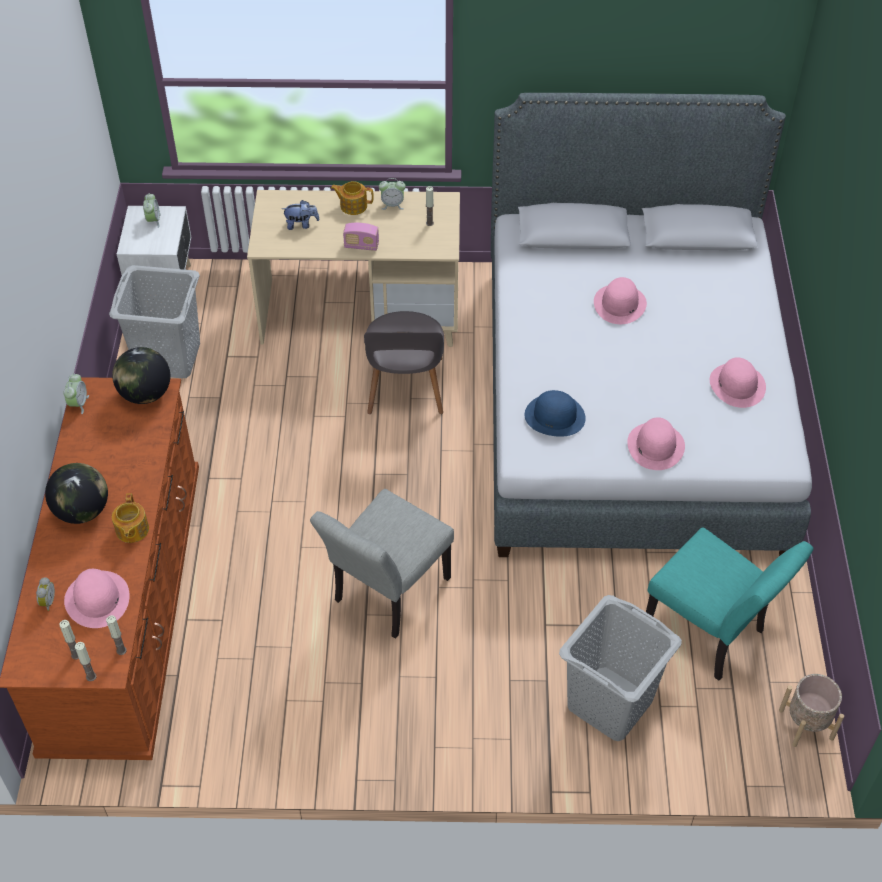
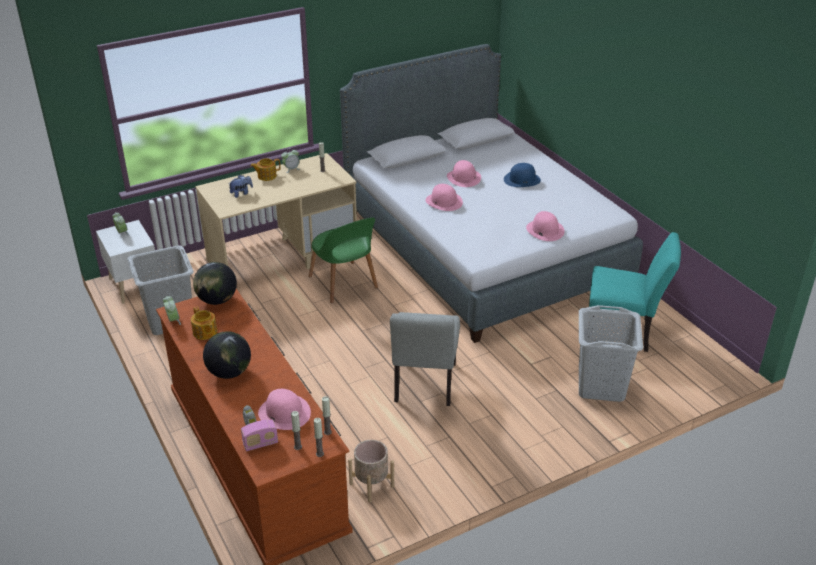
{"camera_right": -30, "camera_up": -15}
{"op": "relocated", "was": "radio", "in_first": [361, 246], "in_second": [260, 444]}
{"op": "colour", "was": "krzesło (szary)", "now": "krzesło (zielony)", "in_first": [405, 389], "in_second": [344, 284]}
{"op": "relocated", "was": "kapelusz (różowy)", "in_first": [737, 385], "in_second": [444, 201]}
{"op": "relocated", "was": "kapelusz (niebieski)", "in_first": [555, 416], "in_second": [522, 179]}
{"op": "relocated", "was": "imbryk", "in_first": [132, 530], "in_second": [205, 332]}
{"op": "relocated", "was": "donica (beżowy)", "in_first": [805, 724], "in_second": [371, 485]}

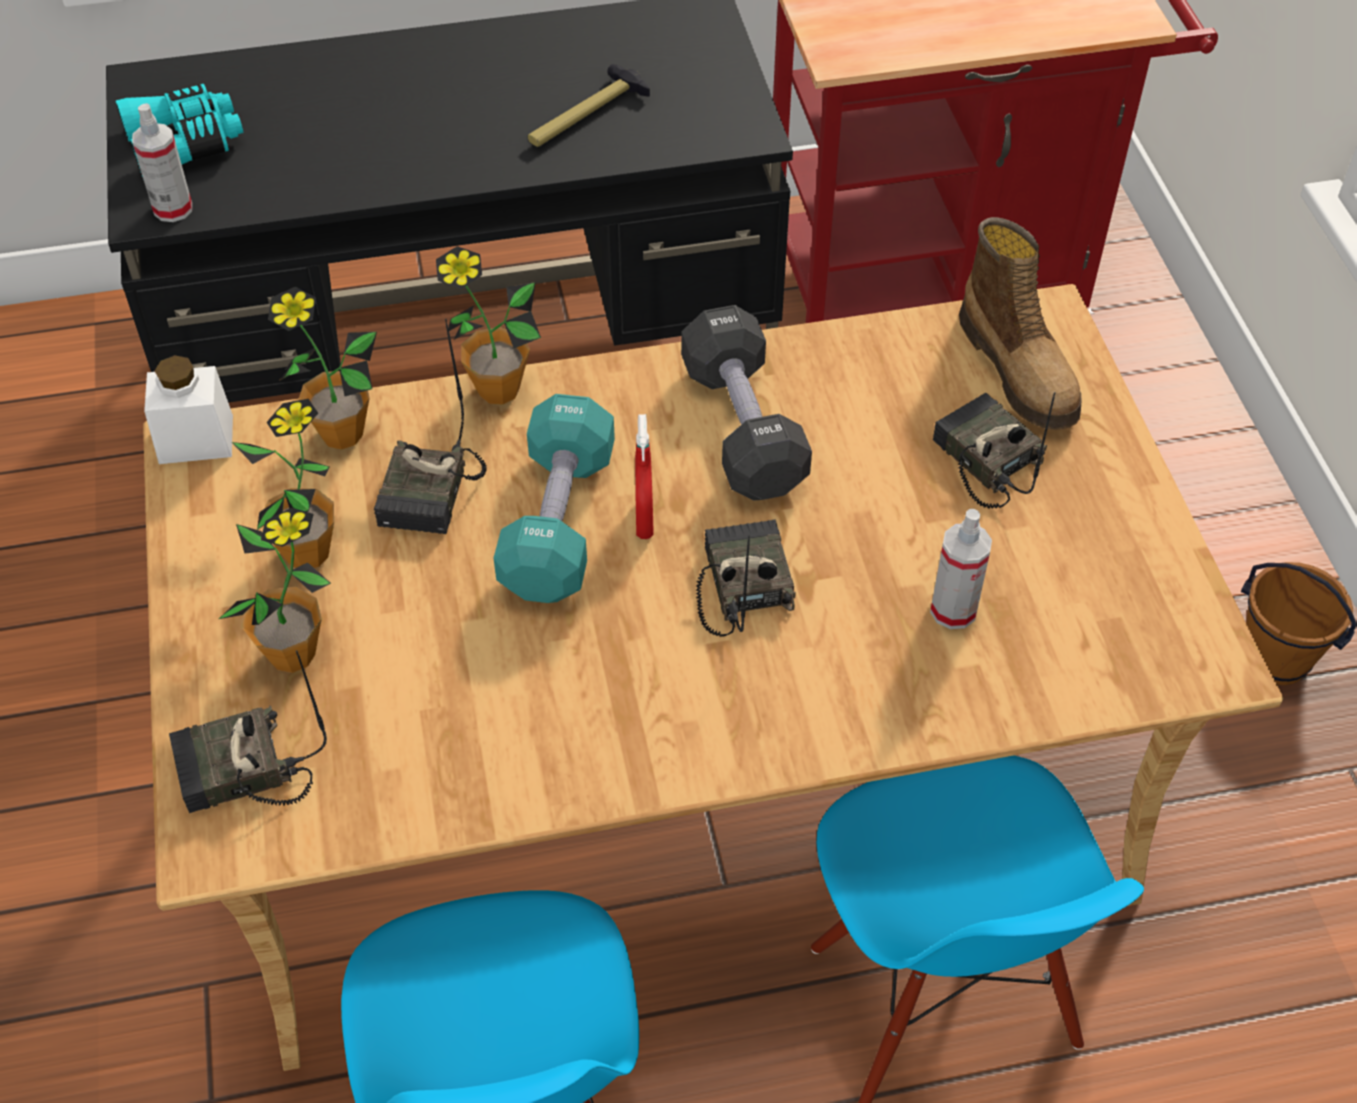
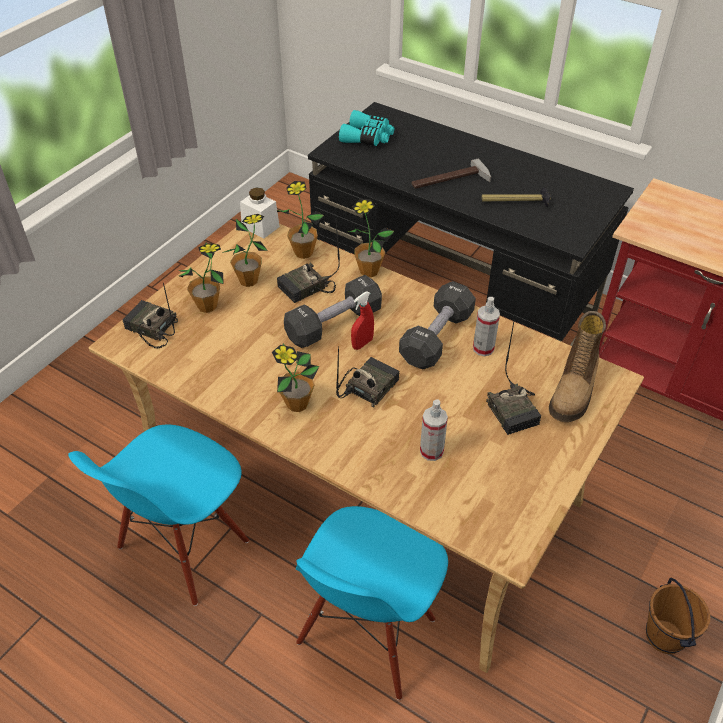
{"camera_right": 45, "camera_up": -5}
{"op": "relocated", "was": "spryskiwacz", "in_first": [173, 209], "in_second": [483, 348]}
{"op": "spun", "was": "radio", "in_first": [983, 460], "in_second": [514, 411], "clockwise": 150}
{"op": "colour", "was": "hantel (turkusowy)", "now": "hantel (czarny)", "in_first": [558, 522], "in_second": [334, 324]}
{"op": "appeared", "now": "młotek", "in_second": [450, 181]}
{"op": "appeared", "now": "roślina doniczkowa", "in_second": [297, 404]}

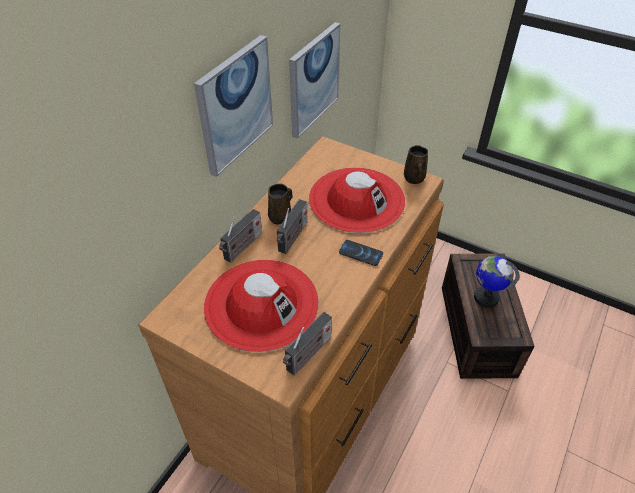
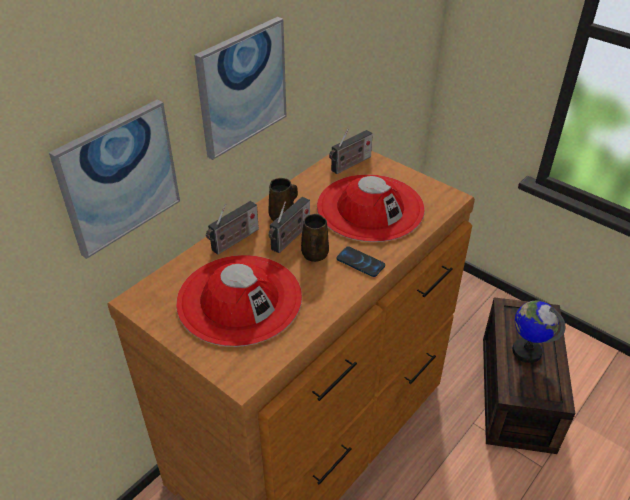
{"camera_right": 10, "camera_up": -5}
{"op": "relocated", "was": "obraz", "in_first": [313, 80], "in_second": [118, 177]}
{"op": "relocated", "was": "kubek (brązowy)", "in_first": [414, 179], "in_second": [314, 255]}
{"op": "relocated", "was": "radio", "in_first": [308, 355], "in_second": [350, 165]}

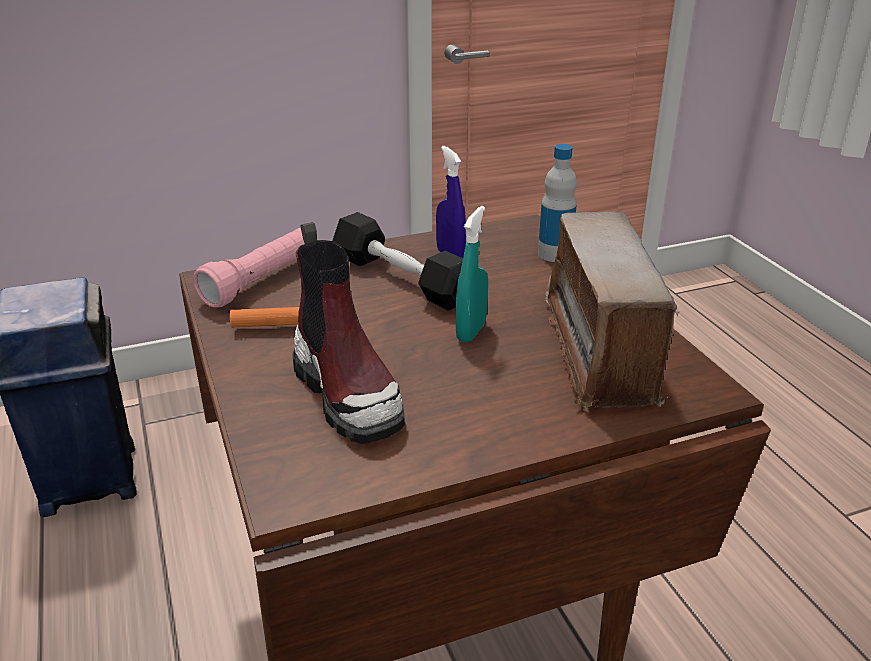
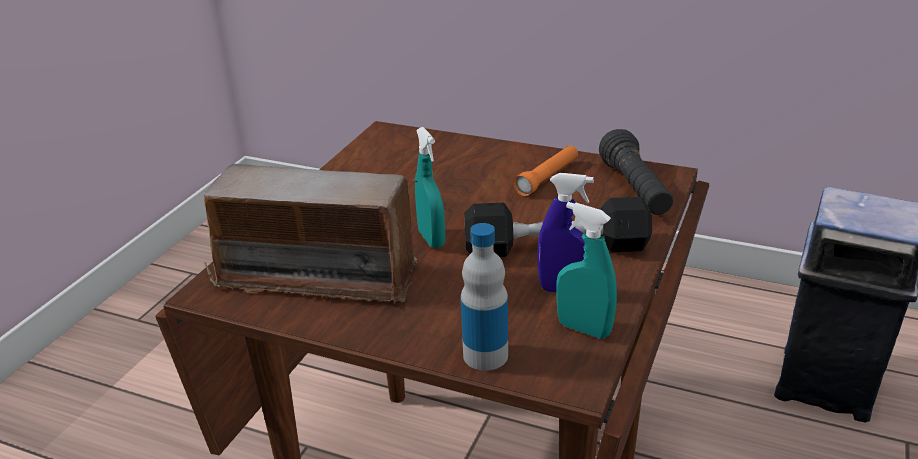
{"camera_right": 135, "camera_up": 0}
{"op": "spun", "was": "radio", "in_first": [600, 352], "in_second": [319, 276], "clockwise": 150}
{"op": "missing", "was": "but z cholewką", "in_first": [349, 393]}
{"op": "colour", "was": "latarka (różowy)", "now": "latarka (czarny)", "in_first": [260, 281], "in_second": [635, 190]}
{"op": "appeared", "now": "spryskiwacz (turkusowy)", "in_second": [584, 329]}

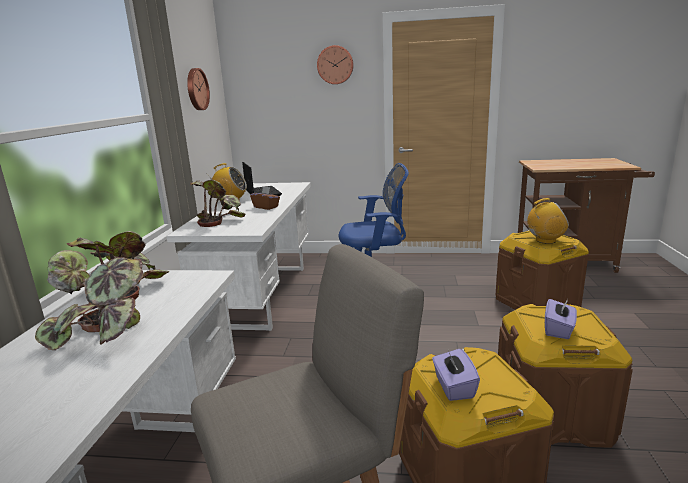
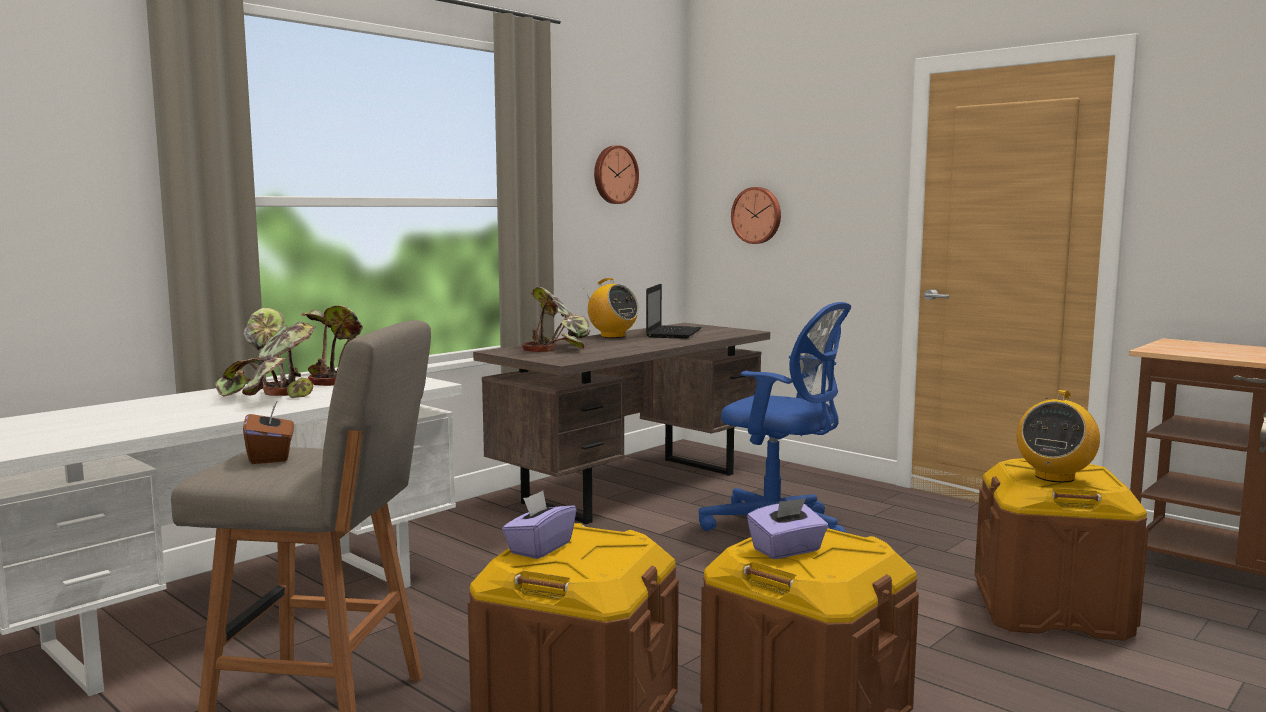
{"camera_right": 35, "camera_up": -10}
{"op": "relocated", "was": "zegar ścienny", "in_first": [335, 65], "in_second": [757, 215]}
{"op": "colour", "was": "biurko (biały)", "now": "biurko (brązowy)", "in_first": [262, 294], "in_second": [632, 487]}
{"op": "relocated", "was": "pudełko chusteczek (brązowy)", "in_first": [266, 207], "in_second": [271, 456]}
{"op": "spun", "was": "radio", "in_first": [545, 240], "in_second": [1054, 477], "clockwise": 90}

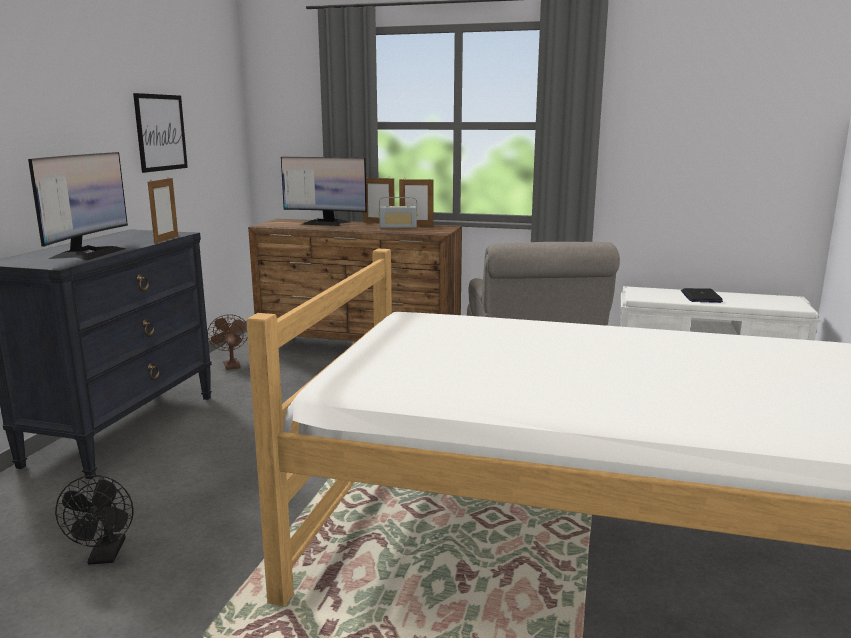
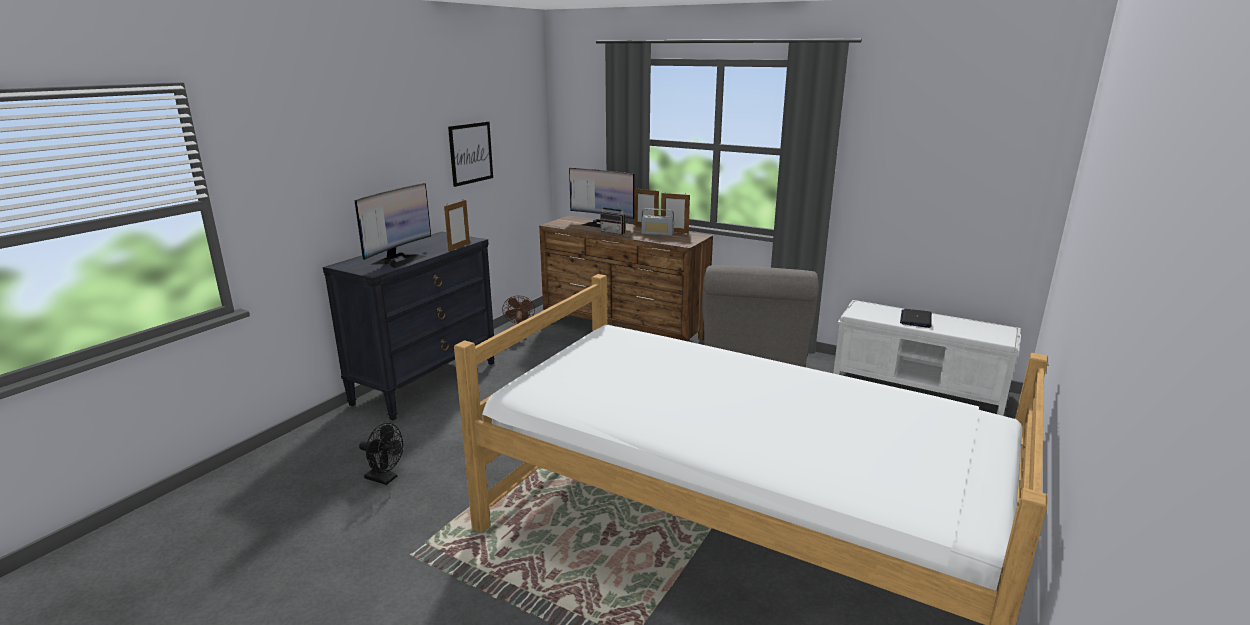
{"camera_right": 15, "camera_up": 5}
{"op": "spun", "was": "wentylator (czarny)", "in_first": [105, 556], "in_second": [385, 478], "clockwise": -75}
{"op": "appeared", "now": "radio", "in_second": [614, 232]}

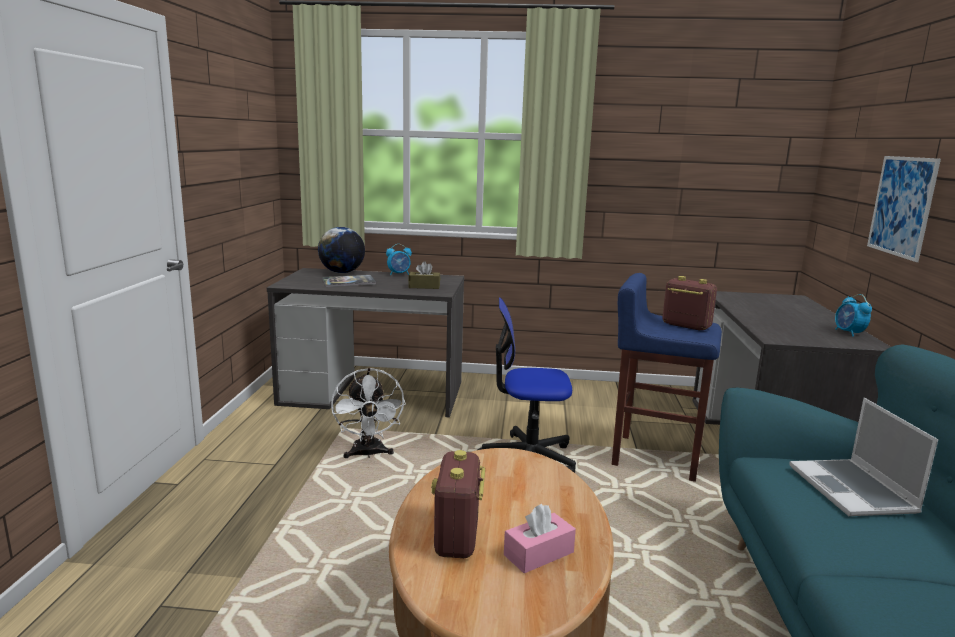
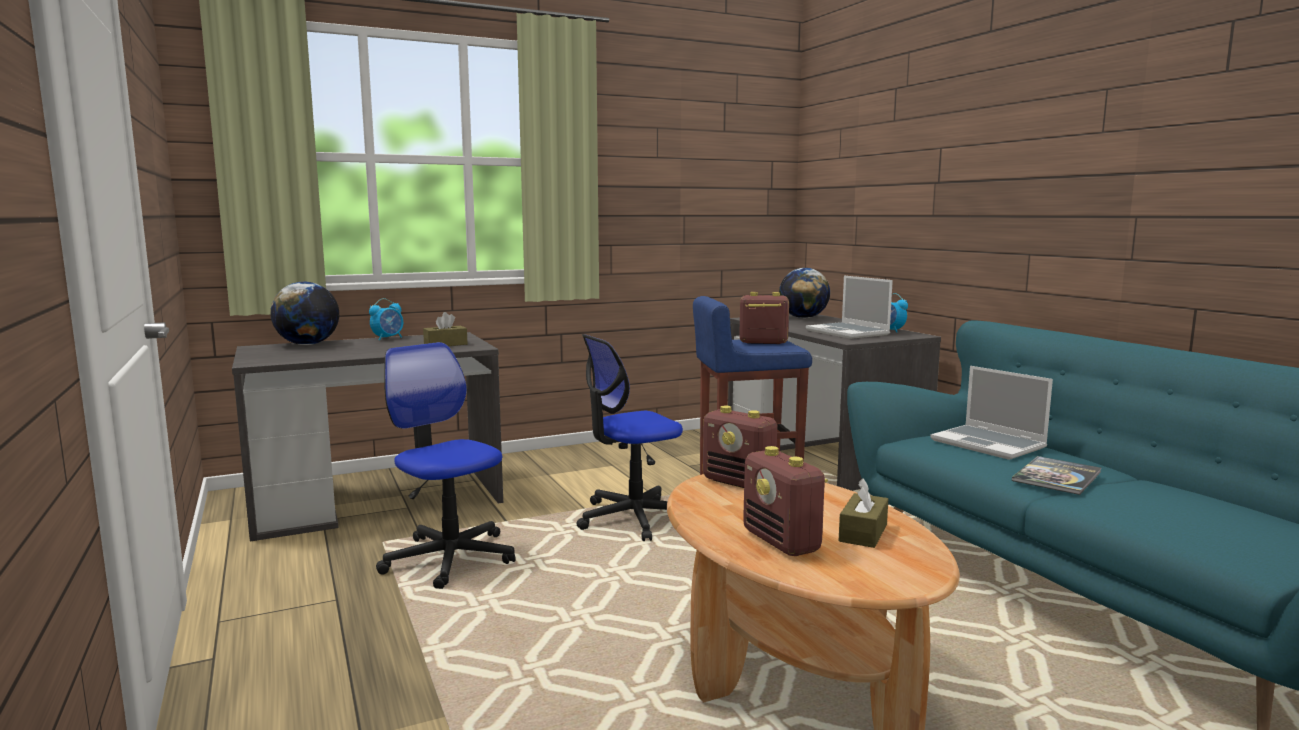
{"camera_right": -30, "camera_up": -5}
{"op": "missing", "was": "obraz", "in_first": [901, 206]}
{"op": "relocated", "was": "książka", "in_first": [349, 282], "in_second": [1057, 477]}
{"op": "exchanged", "was": "wentylator (biały)", "now": "krzesło biurowe", "in_first": [368, 454], "in_second": [449, 558]}
{"op": "colour", "was": "pudełko chusteczek (różowy)", "now": "pudełko chusteczek (brązowy)", "in_first": [538, 554], "in_second": [863, 533]}
{"op": "appeared", "now": "globus", "in_second": [803, 318]}
{"op": "appeared", "now": "laptop", "in_second": [848, 332]}
{"op": "appeared", "now": "radio", "in_second": [739, 482]}

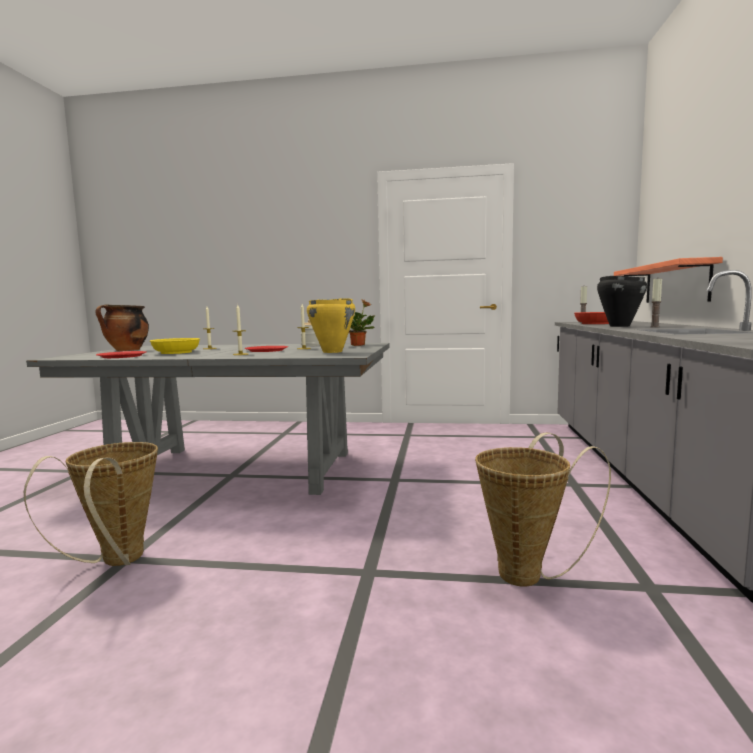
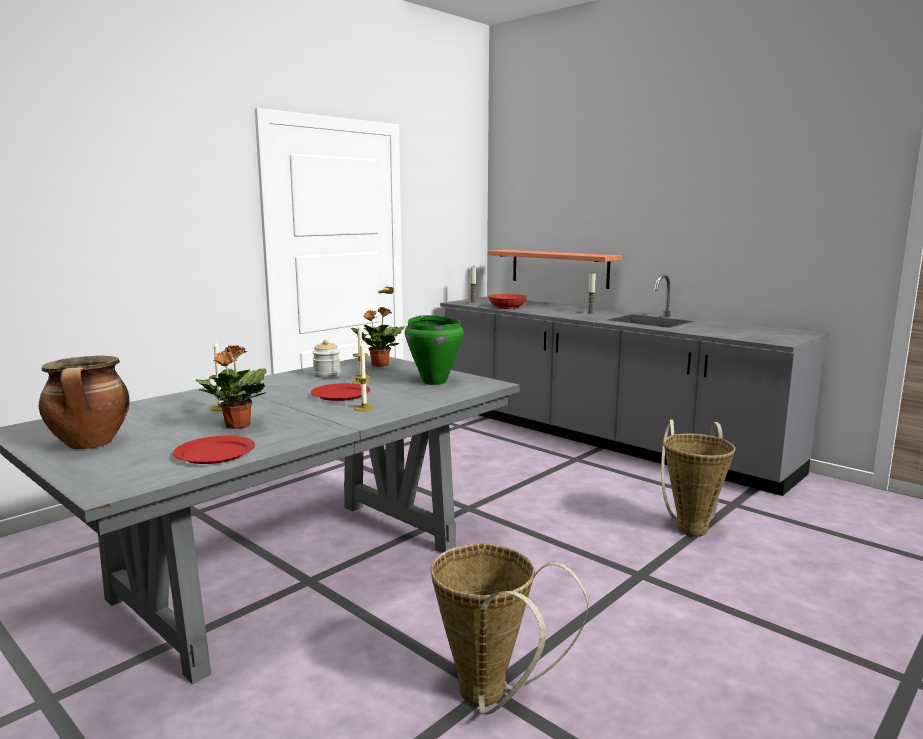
{"camera_right": -55, "camera_up": 5}
{"op": "missing", "was": "garnek (czarny)", "in_first": [619, 326]}
{"op": "colour", "was": "garnek (żółty)", "now": "garnek (zielony)", "in_first": [333, 352], "in_second": [434, 382]}
{"op": "exchanged", "was": "miska (żółty)", "now": "roślina doniczkowa", "in_first": [176, 352], "in_second": [237, 426]}

